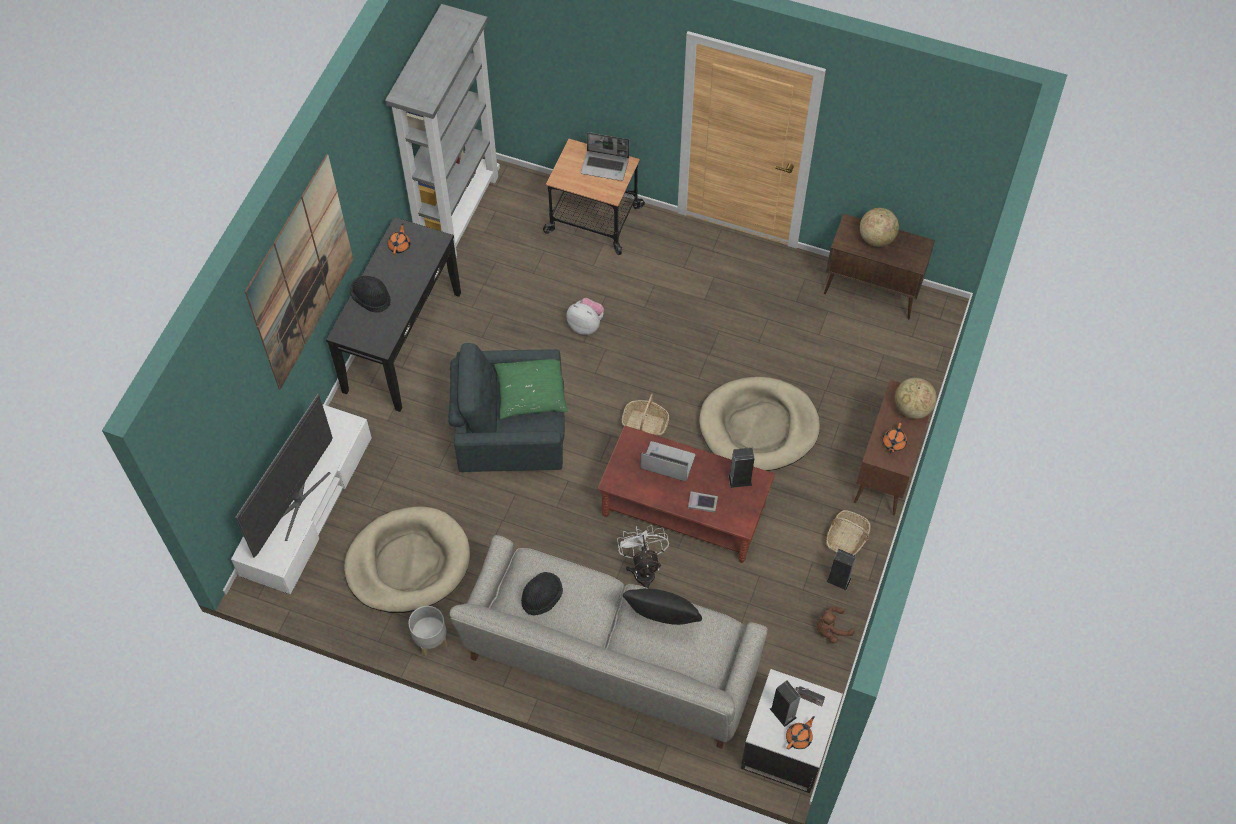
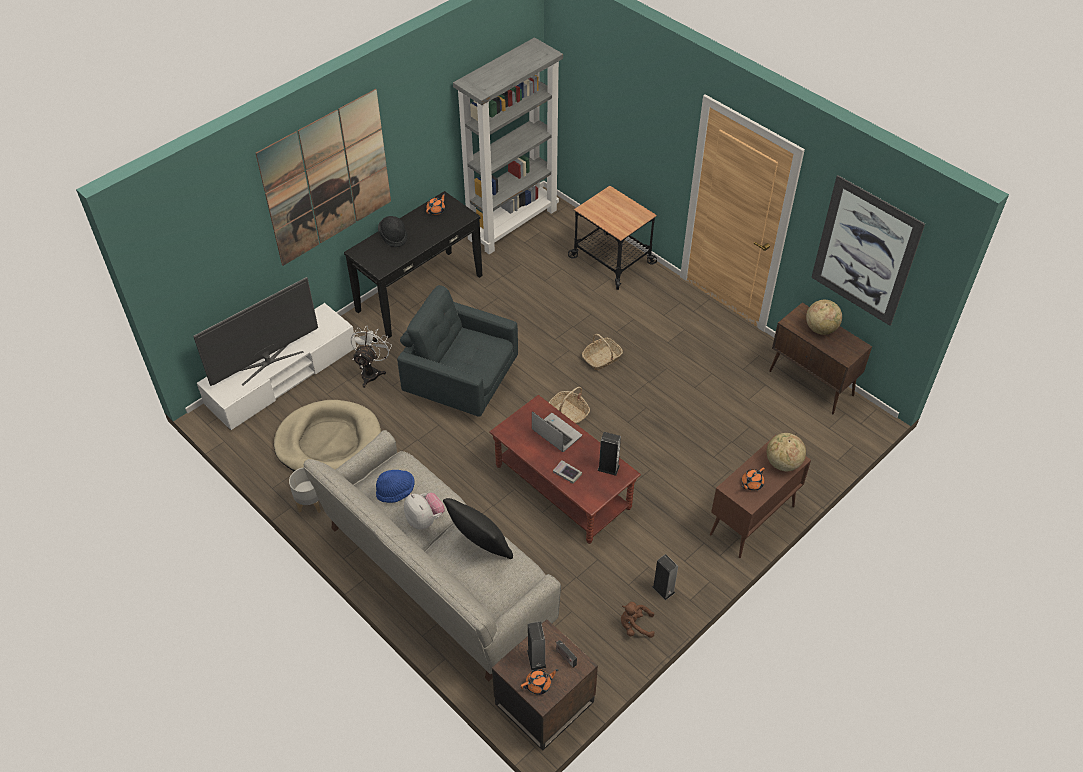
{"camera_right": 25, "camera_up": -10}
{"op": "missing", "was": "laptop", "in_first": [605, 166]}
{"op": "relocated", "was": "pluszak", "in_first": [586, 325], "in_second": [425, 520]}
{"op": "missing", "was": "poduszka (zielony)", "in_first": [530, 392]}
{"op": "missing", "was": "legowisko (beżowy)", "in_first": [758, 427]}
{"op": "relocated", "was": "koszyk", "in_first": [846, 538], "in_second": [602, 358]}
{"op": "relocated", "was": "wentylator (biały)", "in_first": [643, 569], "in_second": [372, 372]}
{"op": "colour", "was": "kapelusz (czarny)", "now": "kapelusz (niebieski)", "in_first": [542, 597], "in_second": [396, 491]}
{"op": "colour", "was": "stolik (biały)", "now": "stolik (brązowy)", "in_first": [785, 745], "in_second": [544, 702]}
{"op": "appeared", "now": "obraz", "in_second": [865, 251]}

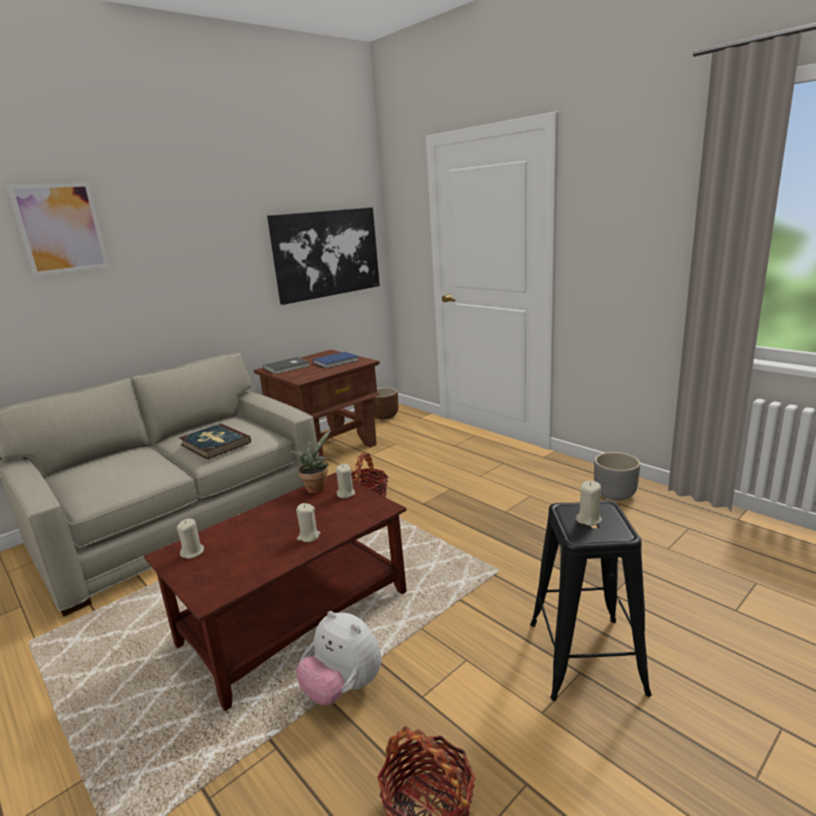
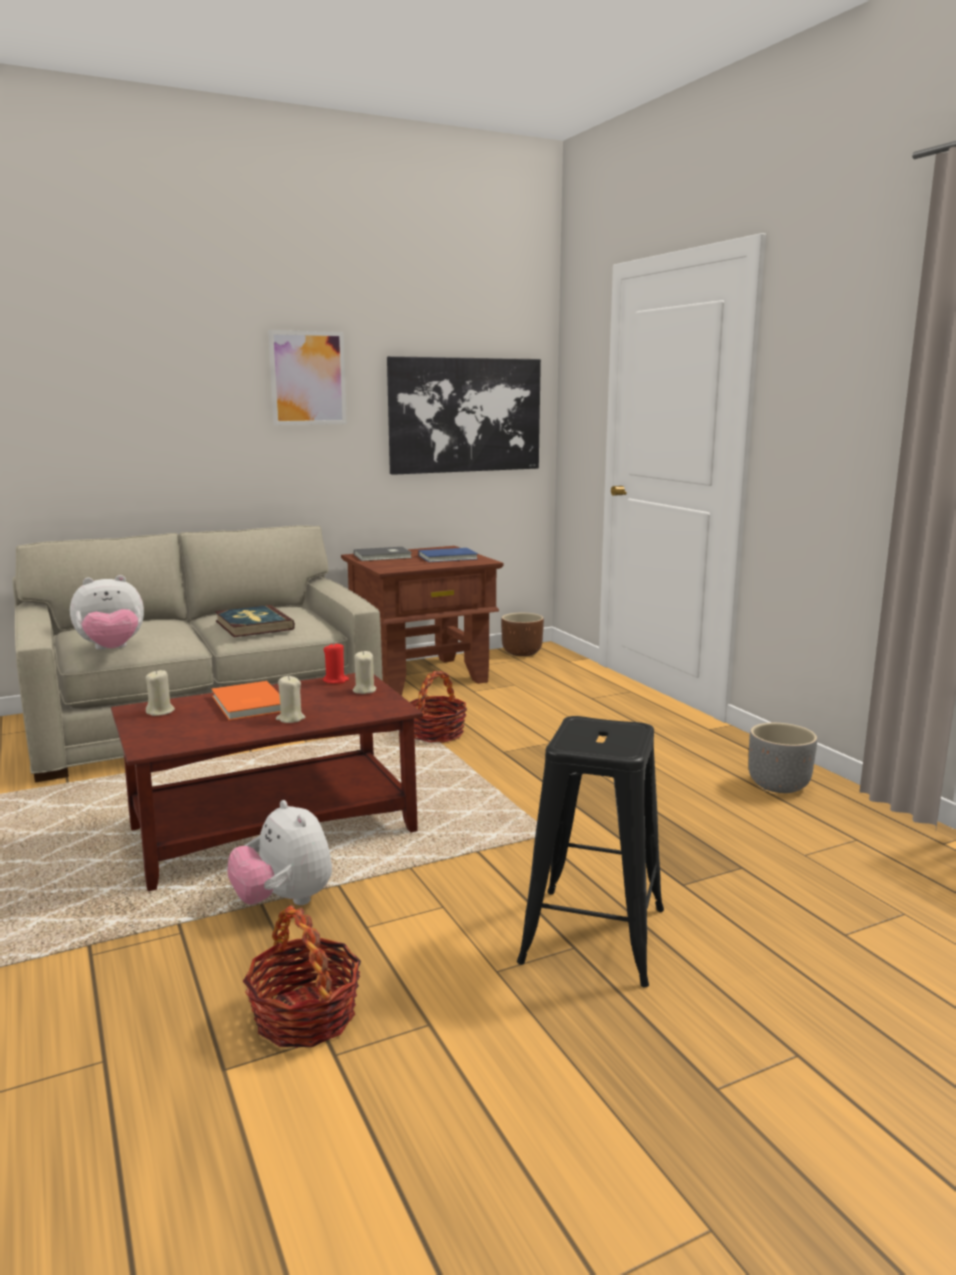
{"camera_right": 15, "camera_up": -5}
{"op": "relocated", "was": "obraz", "in_first": [61, 228], "in_second": [308, 378]}
{"op": "exchanged", "was": "roślina doniczkowa", "now": "świeca (czerwony)", "in_first": [316, 488], "in_second": [335, 680]}
{"op": "missing", "was": "świeca (beżowy)", "in_first": [588, 519]}
{"op": "appeared", "now": "pluszak", "in_second": [112, 650]}
{"op": "appeared", "now": "książka (pomarańczowy)", "in_second": [247, 704]}

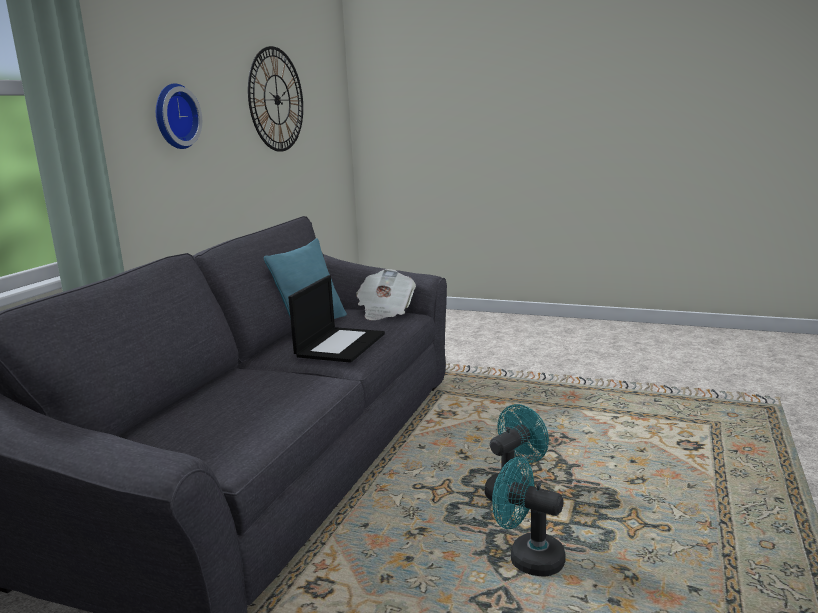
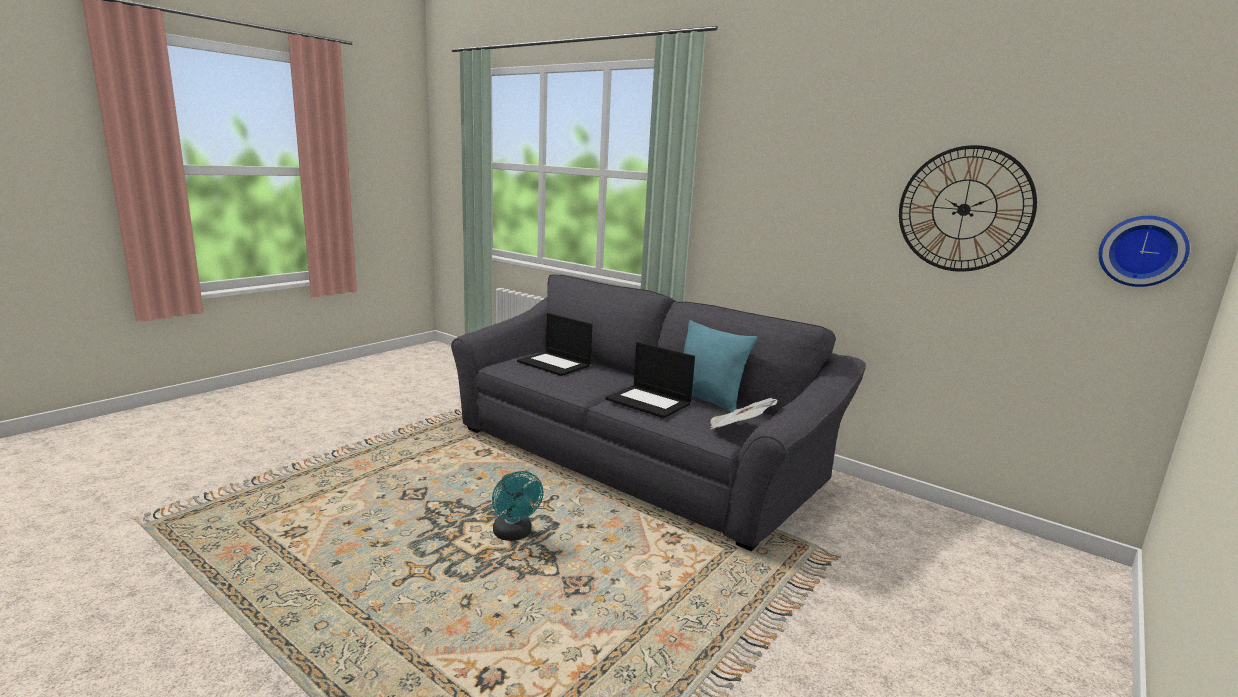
{"camera_right": 105, "camera_up": 0}
{"op": "relocated", "was": "zegar ścienny", "in_first": [174, 116], "in_second": [1142, 251]}
{"op": "missing", "was": "wentylator (turkusowy)", "in_first": [528, 557]}
{"op": "appeared", "now": "laptop", "in_second": [555, 364]}

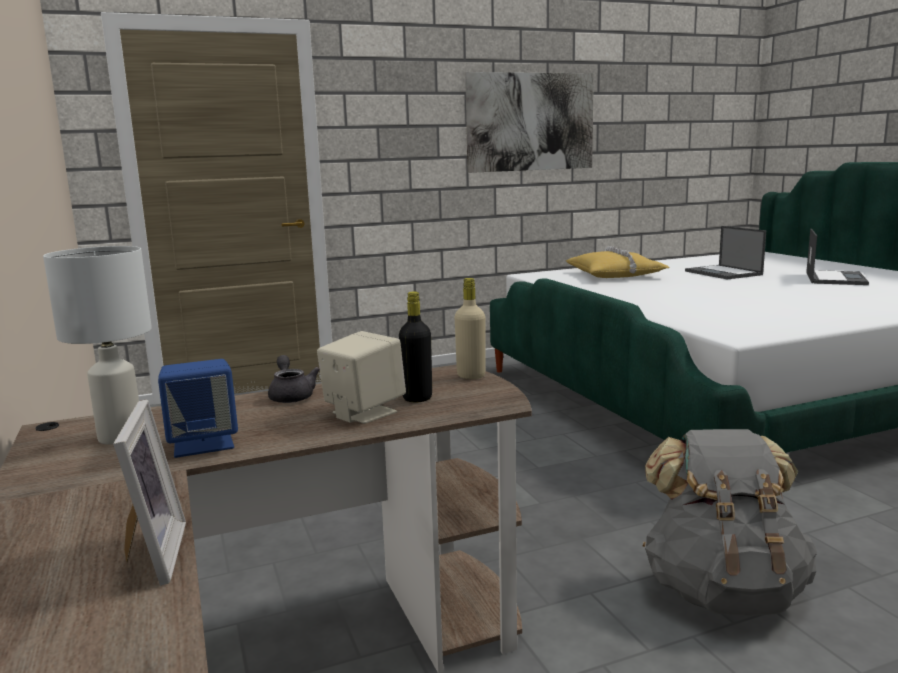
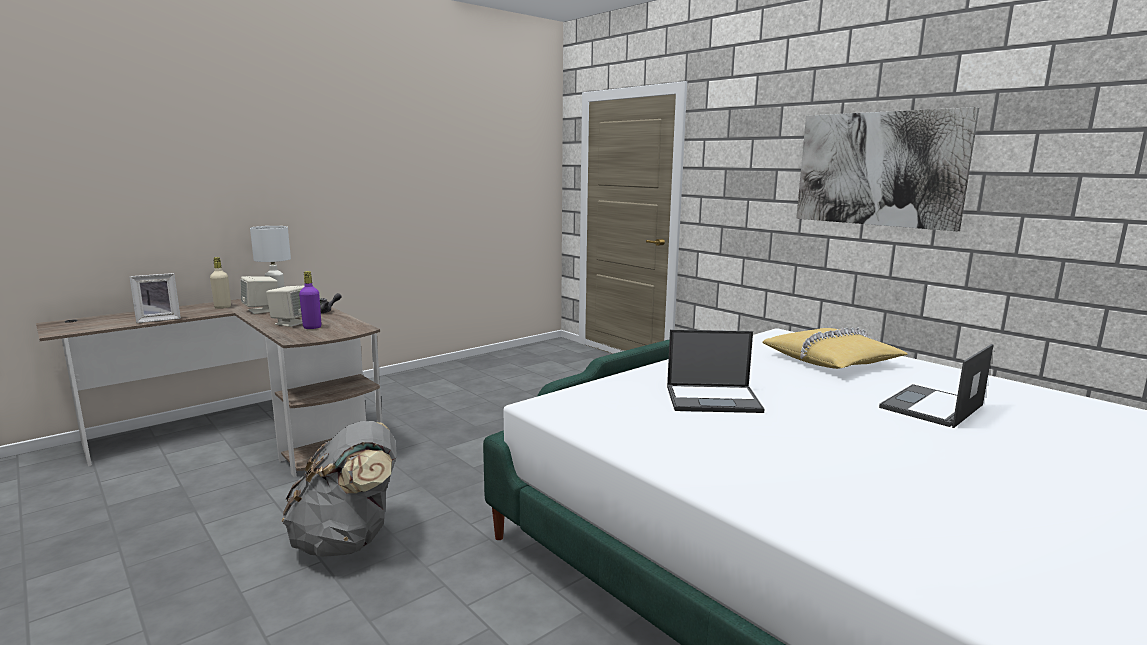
{"camera_right": 70, "camera_up": 0}
{"op": "relocated", "was": "laptop", "in_first": [835, 278], "in_second": [714, 399]}
{"op": "relocated", "was": "butelka (beżowy)", "in_first": [471, 376], "in_second": [222, 307]}
{"op": "colour", "was": "butelka (czarny)", "now": "butelka (fioletowy)", "in_first": [417, 398], "in_second": [312, 327]}
{"op": "colour", "was": "głośnik (niebieski)", "now": "głośnik (beżowy)", "in_first": [204, 443], "in_second": [261, 310]}

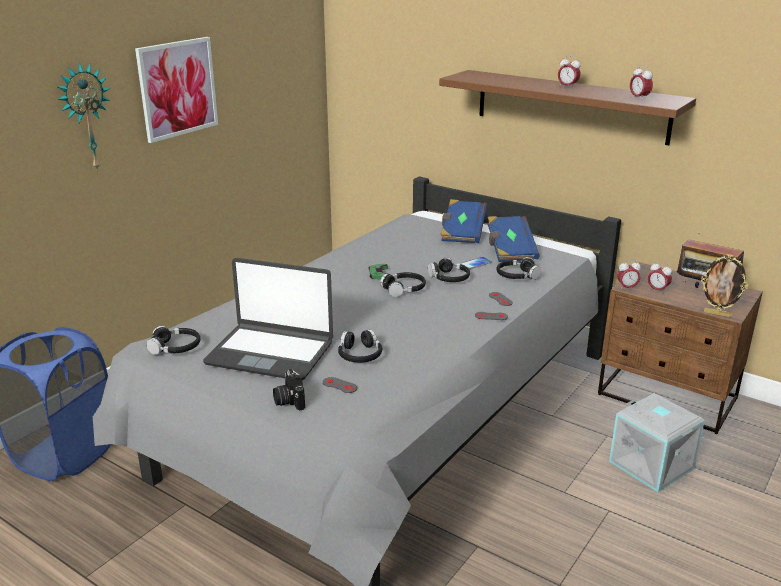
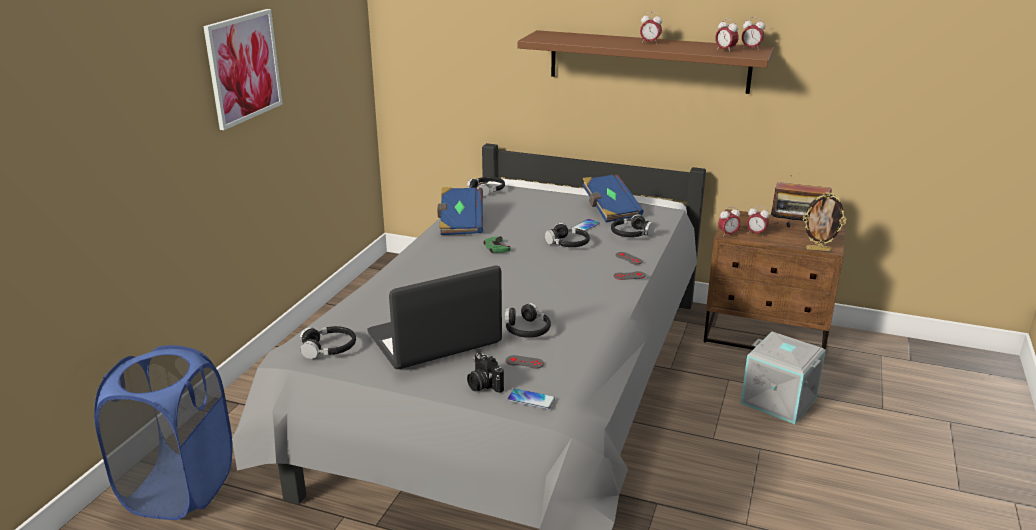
{"camera_right": -15, "camera_up": 0}
{"op": "missing", "was": "zegar ścienny", "in_first": [85, 117]}
{"op": "relocated", "was": "książka (niebieski)", "in_first": [462, 233], "in_second": [460, 223]}
{"op": "spun", "was": "laptop", "in_first": [270, 353], "in_second": [434, 340], "clockwise": 150}
{"op": "relocated", "was": "słuchawki (czarny)", "in_first": [404, 289], "in_second": [487, 190]}
{"op": "appeared", "now": "budzik", "in_second": [751, 49]}
{"op": "appeared", "now": "telefon", "in_second": [531, 399]}

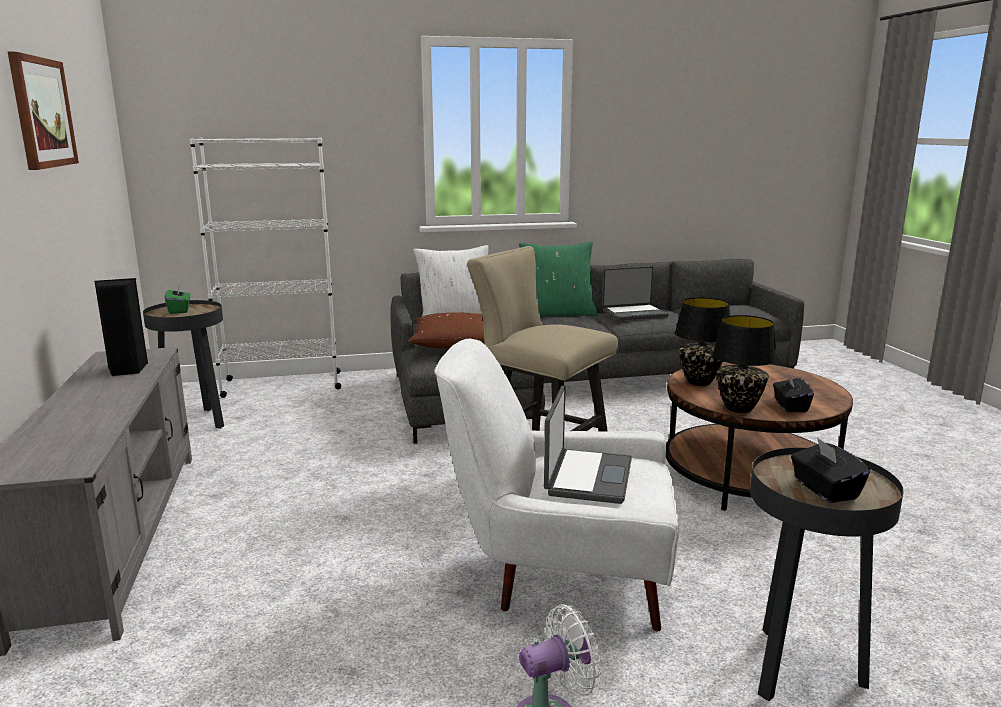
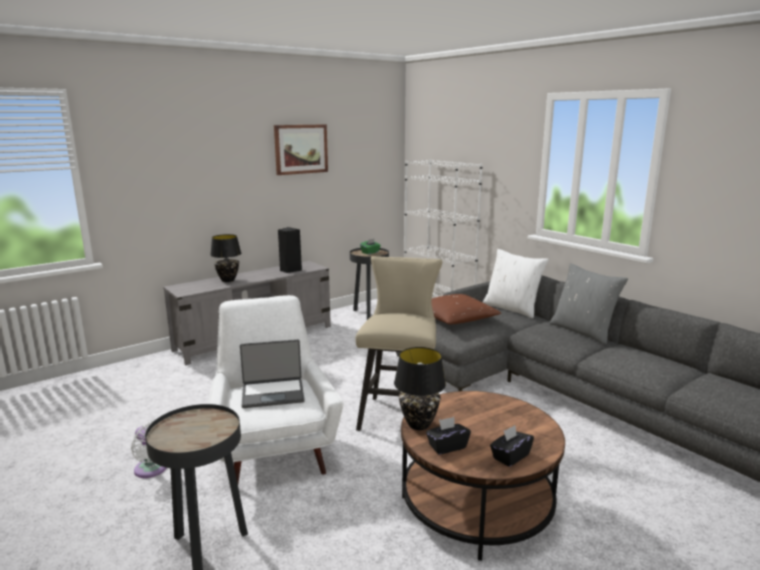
{"camera_right": 65, "camera_up": 0}
{"op": "colour", "was": "poduszka (zielony)", "now": "poduszka (szary)", "in_first": [557, 314], "in_second": [583, 331]}
{"op": "missing", "was": "laptop", "in_first": [634, 313]}
{"op": "relocated", "was": "lampa stołowa (czarny)", "in_first": [698, 382], "in_second": [228, 280]}
{"op": "relocated", "was": "pudełko chusteczek (czarny)", "in_first": [824, 490], "in_second": [510, 456]}

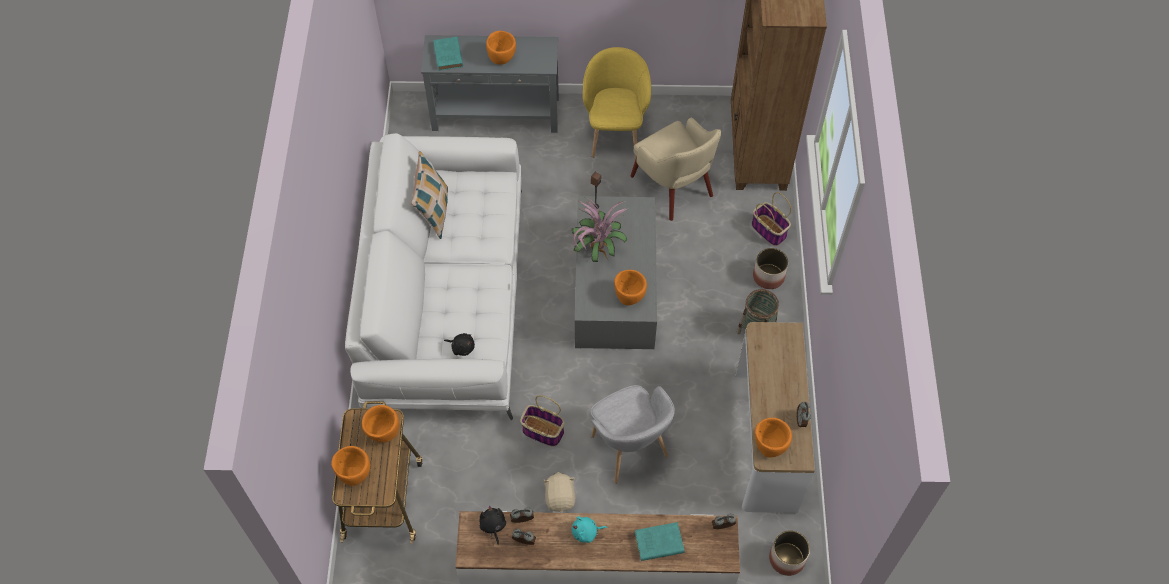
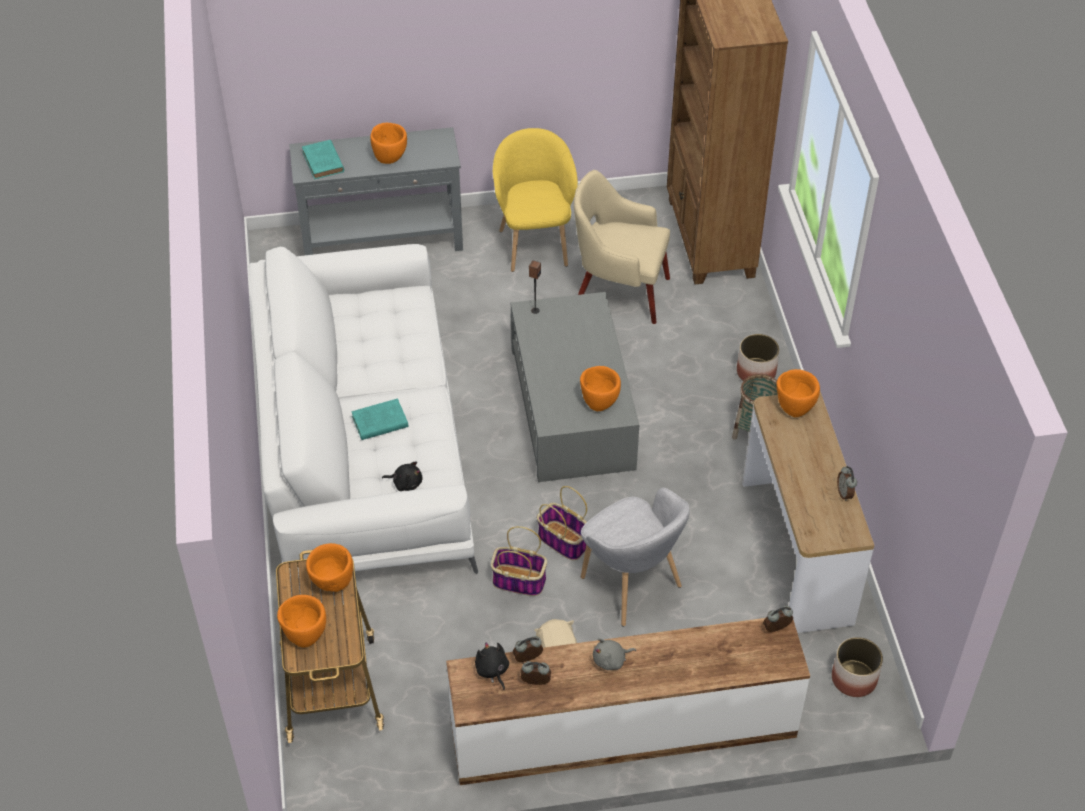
{"camera_right": -10, "camera_up": -10}
{"op": "spun", "was": "fotel (beżowy)", "in_first": [673, 187], "in_second": [618, 291], "clockwise": 150}
{"op": "missing", "was": "poduszka", "in_first": [434, 212]}
{"op": "relocated", "was": "koszyk", "in_first": [769, 231], "in_second": [564, 541]}
{"op": "missing", "was": "roślina doniczkowa", "in_first": [597, 250]}
{"op": "relocated", "was": "miska (pomarańczowy)", "in_first": [769, 446], "in_second": [794, 407]}
{"op": "colour", "was": "pluszak (turkusowy)", "now": "pluszak (szary)", "in_first": [586, 532], "in_second": [611, 660]}
{"op": "relocated", "was": "książka (turkusowy)", "in_first": [657, 543], "in_second": [378, 422]}

